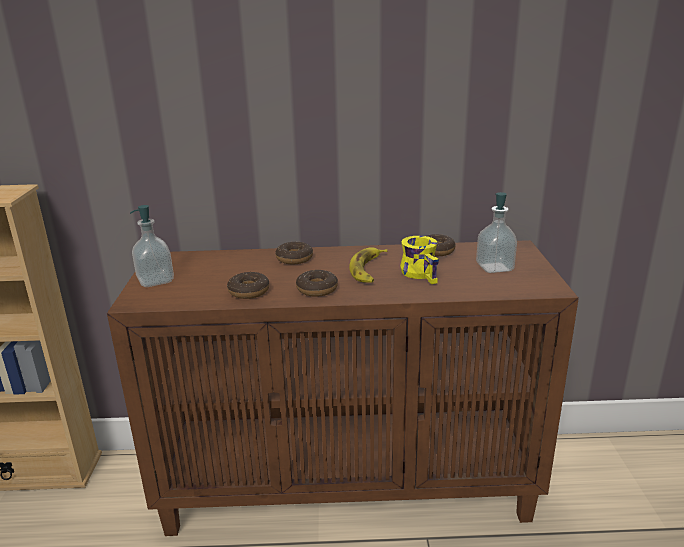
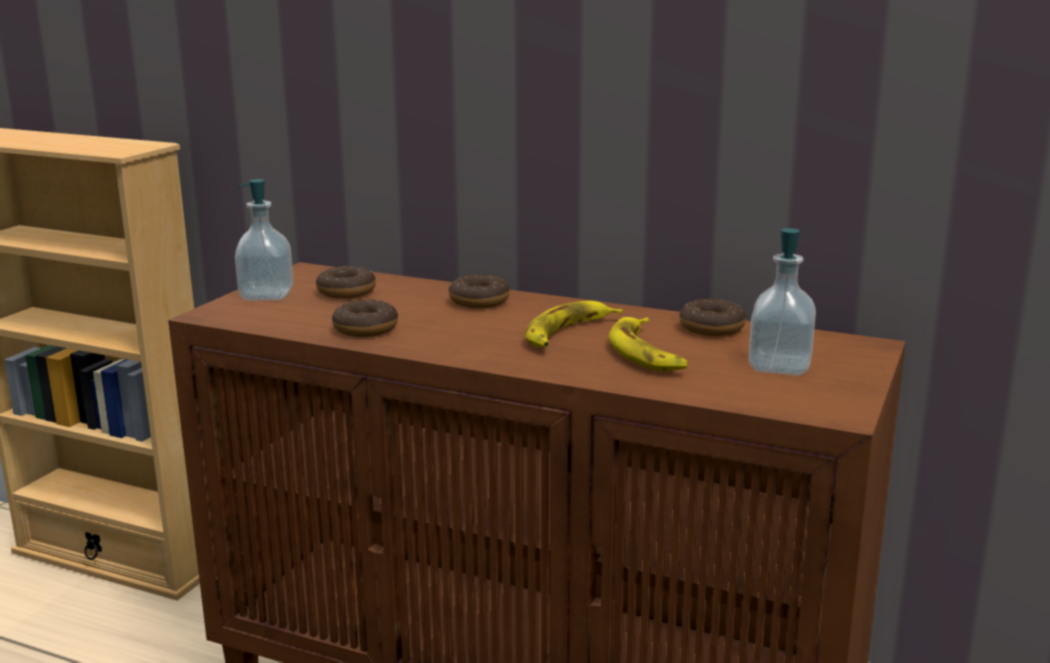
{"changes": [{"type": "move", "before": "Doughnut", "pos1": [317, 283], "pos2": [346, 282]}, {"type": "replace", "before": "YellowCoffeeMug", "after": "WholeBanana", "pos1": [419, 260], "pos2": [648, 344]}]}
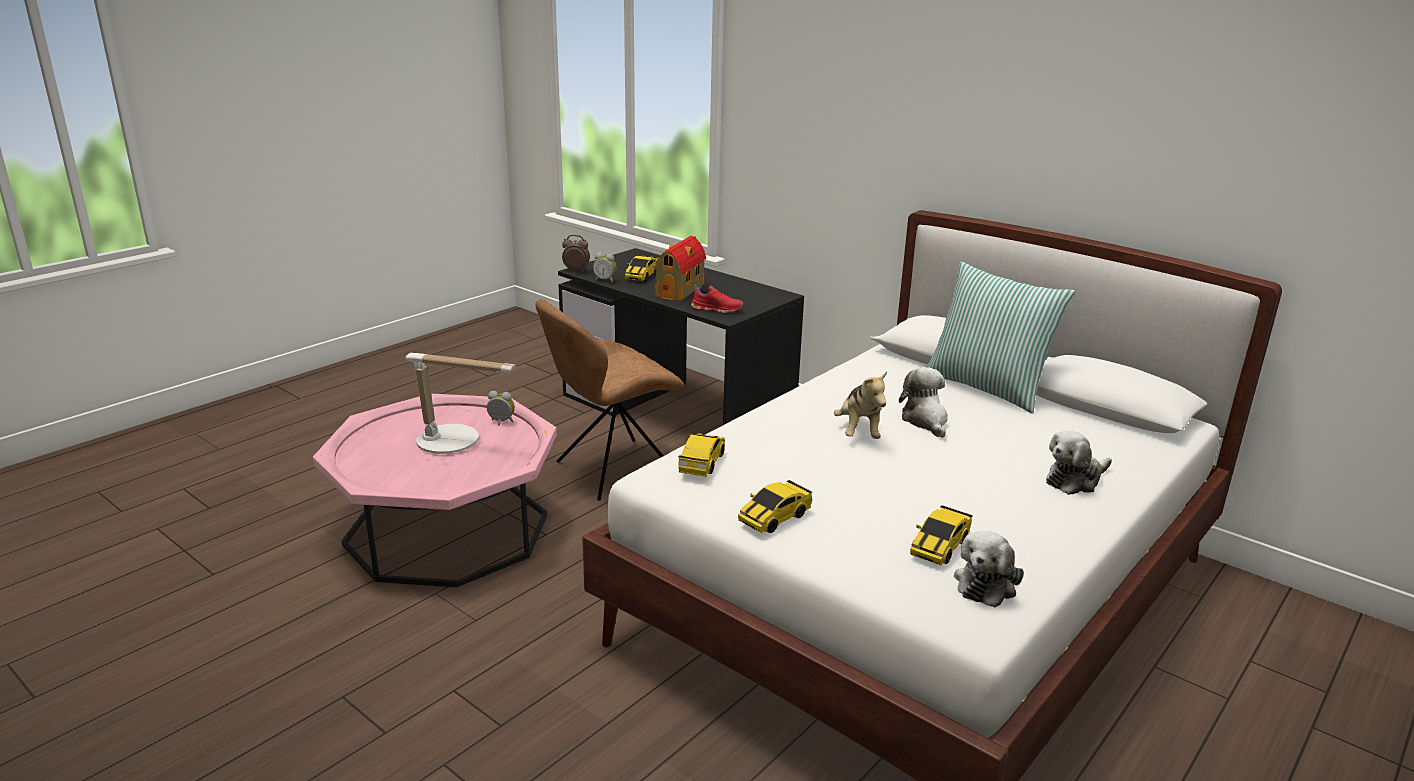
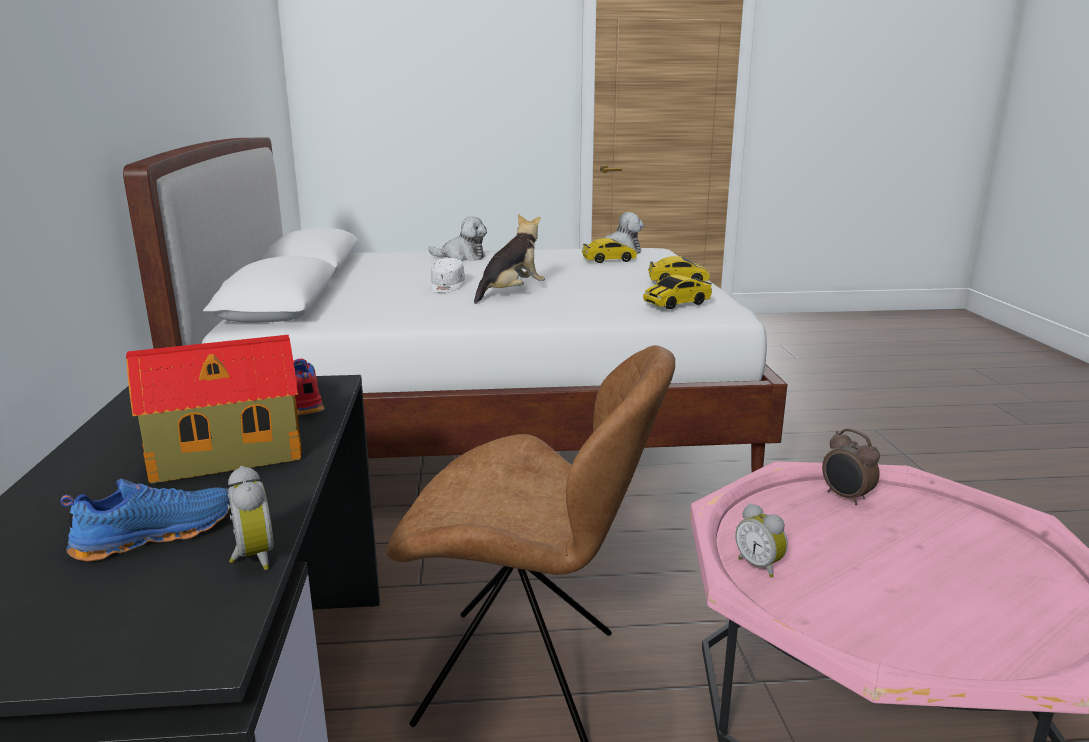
{"changes": [{"type": "replace", "before": "ToyCar", "after": "BlueColouredShoe", "pos1": [641, 268], "pos2": [145, 520]}, {"type": "replace", "before": "CuddlyToy", "after": "WhitishPeakedCap", "pos1": [923, 402], "pos2": [448, 275]}, {"type": "move", "before": "AlarmClock", "pos1": [576, 253], "pos2": [851, 466]}, {"type": "delete", "before": "LampForATable", "pos1": [461, 403]}, {"type": "delete", "before": "Cushion", "pos1": [1000, 337]}]}
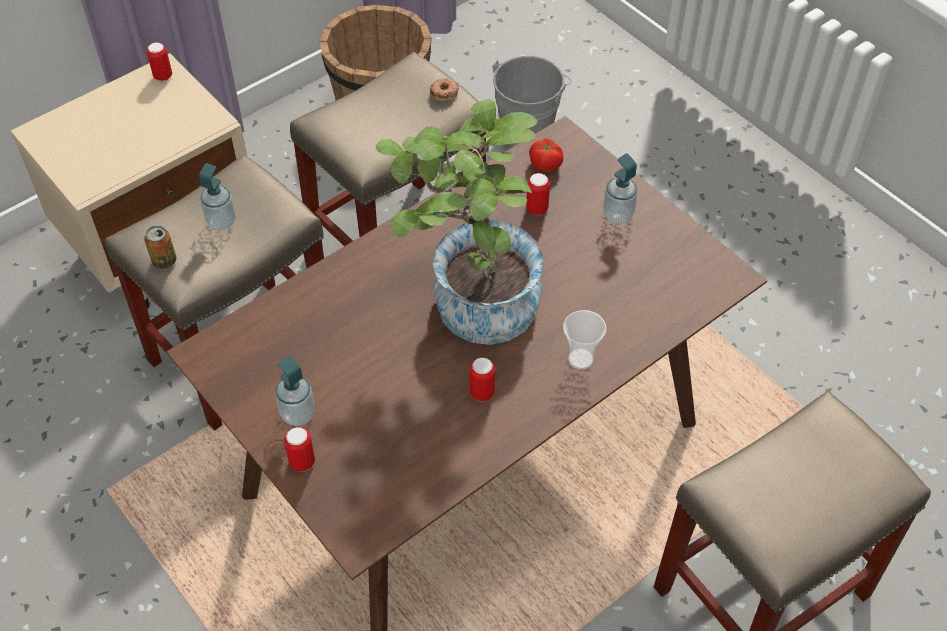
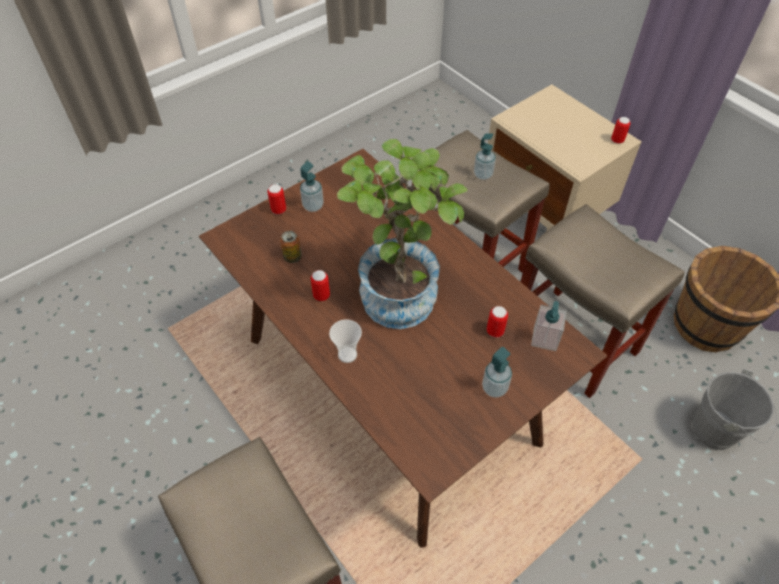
{"changes": [{"type": "move", "before": "SealedCan", "pos1": [160, 247], "pos2": [291, 247]}, {"type": "replace", "before": "FreshTomato", "after": "SoapBottle", "pos1": [546, 155], "pos2": [549, 326]}, {"type": "delete", "before": "Doughnut", "pos1": [444, 89]}]}
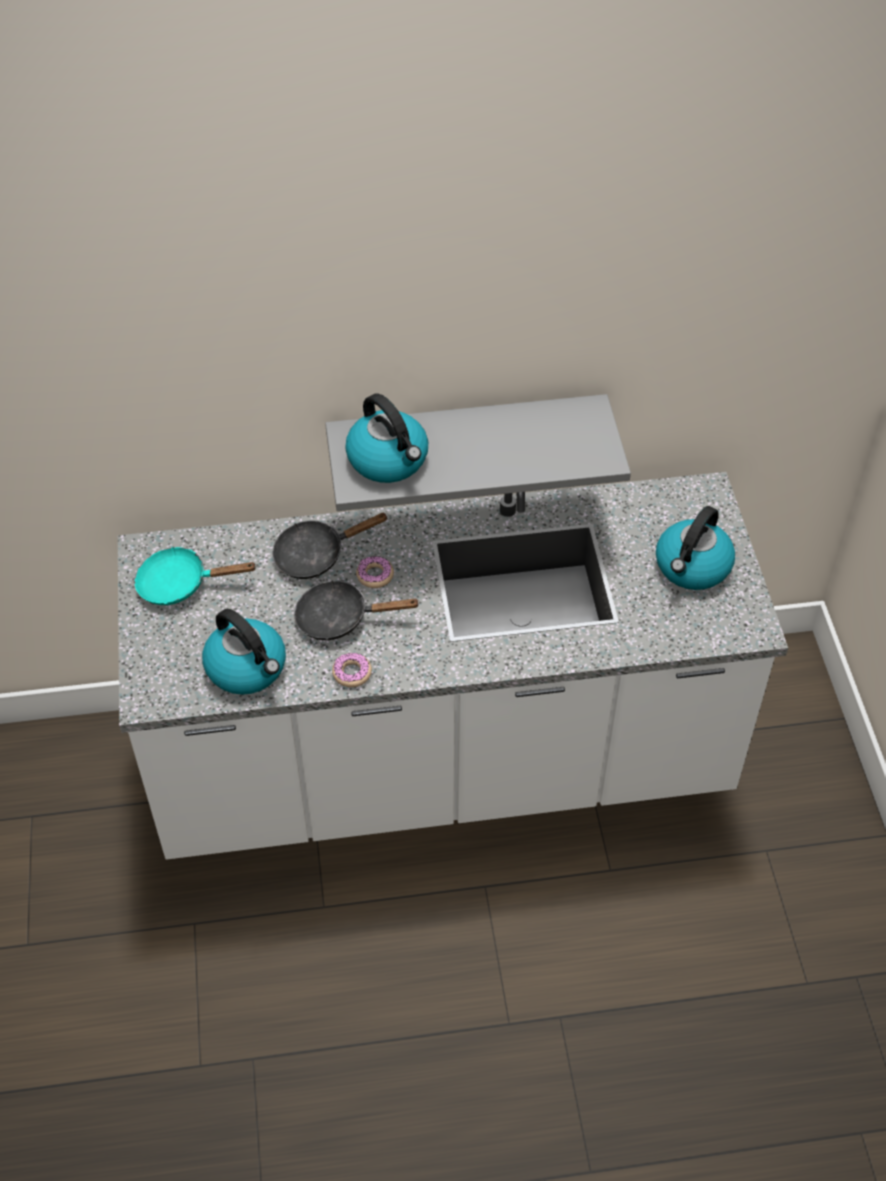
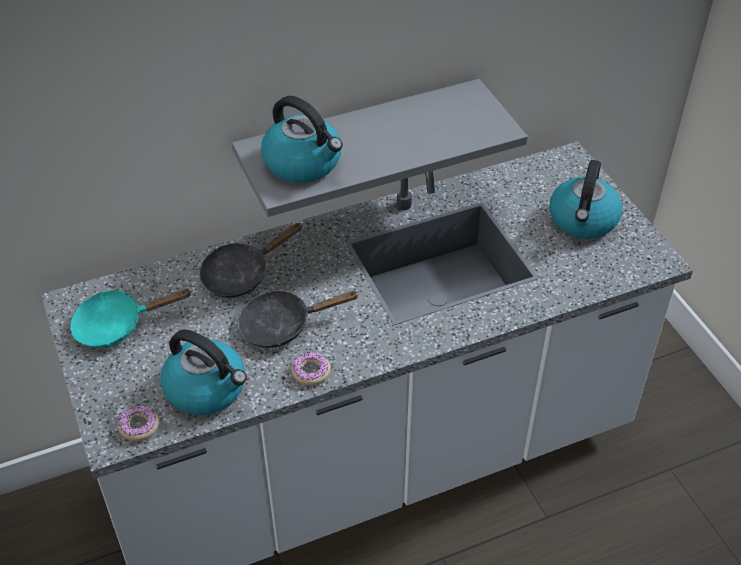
{"changes": [{"type": "move", "before": "Doughnut", "pos1": [375, 572], "pos2": [139, 423]}]}
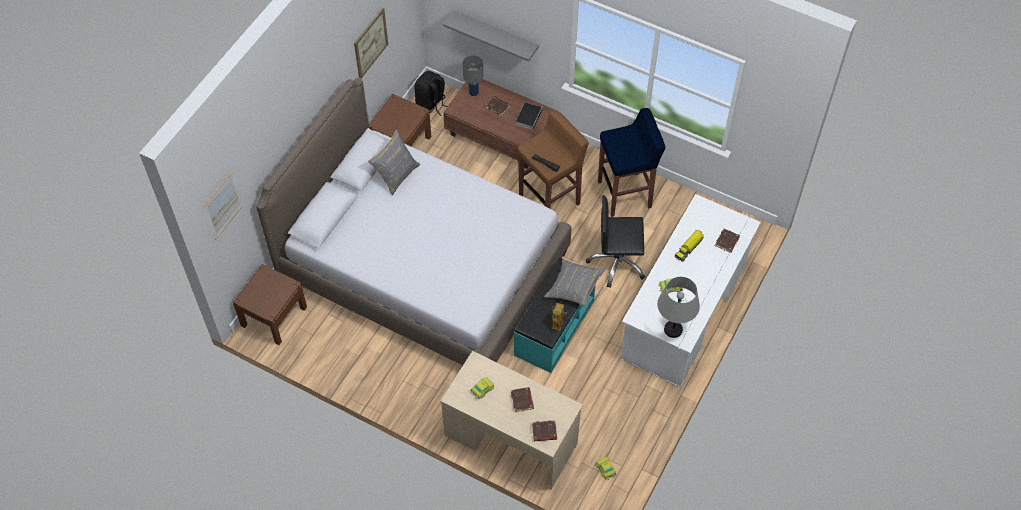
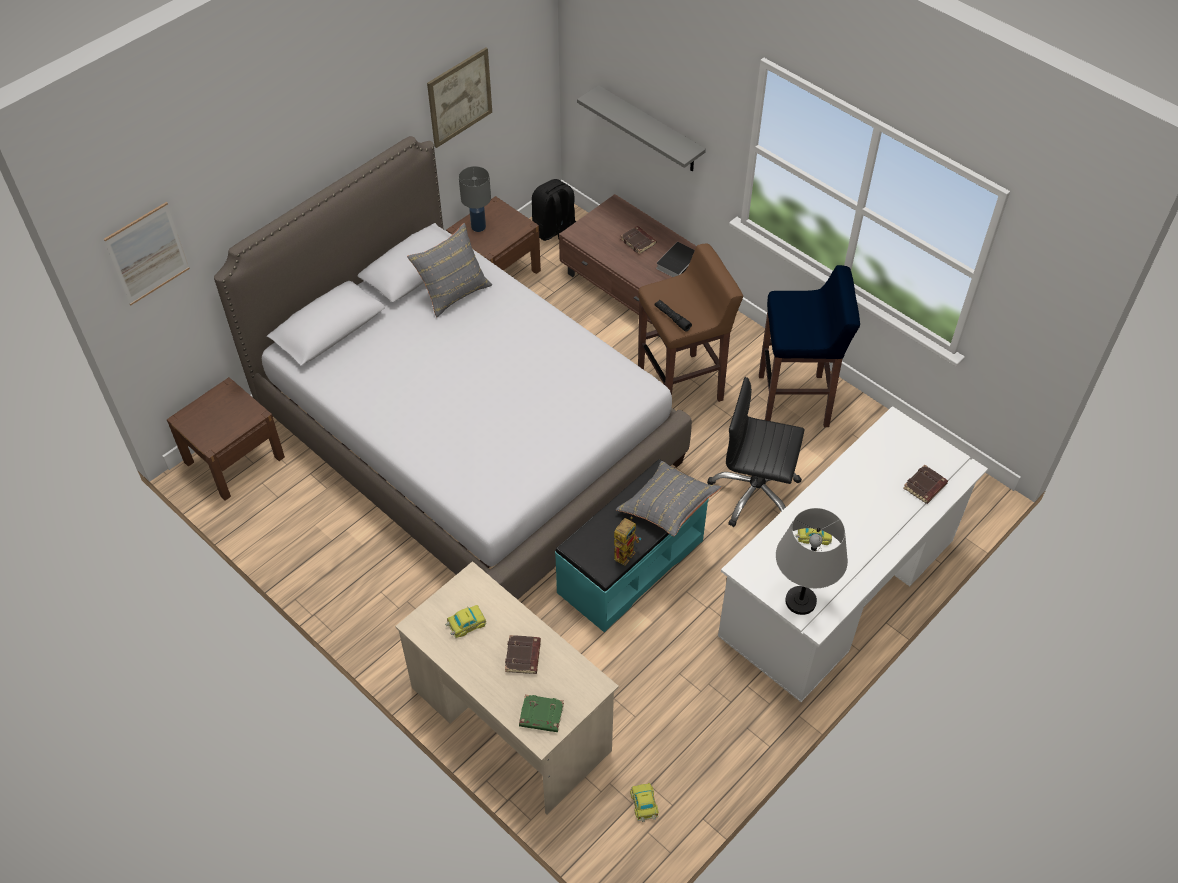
{"changes": [{"type": "move", "before": "GrayLampForATable", "pos1": [473, 75], "pos2": [475, 199]}, {"type": "recolor", "before": "BrownishVolume", "after": "GreenVolume", "pos1": [544, 430], "pos2": [541, 713]}, {"type": "delete", "before": "ToyTruck", "pos1": [689, 245]}]}
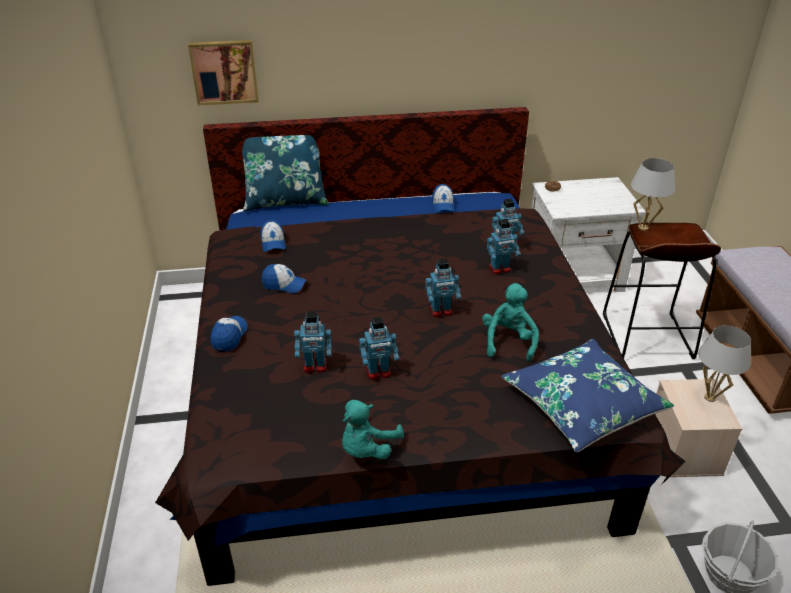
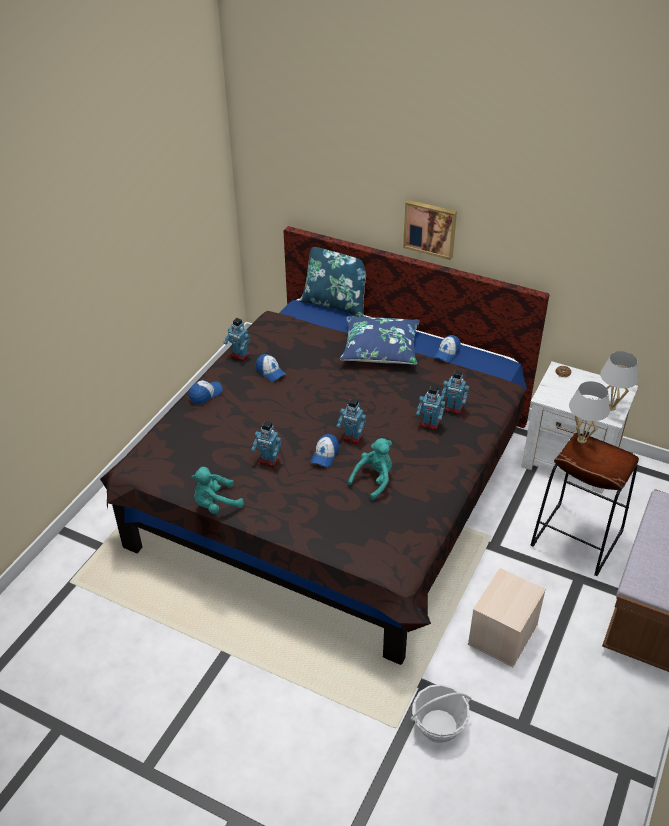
{"changes": [{"type": "move", "before": "ModelRobot", "pos1": [312, 342], "pos2": [236, 339]}, {"type": "move", "before": "PeakedCap", "pos1": [273, 236], "pos2": [325, 450]}, {"type": "move", "before": "BlueColouredCushion", "pos1": [588, 395], "pos2": [379, 340]}, {"type": "move", "before": "WallPicture", "pos1": [223, 72], "pos2": [430, 230]}, {"type": "move", "before": "WhitishLampForATable", "pos1": [724, 363], "pos2": [619, 381]}]}
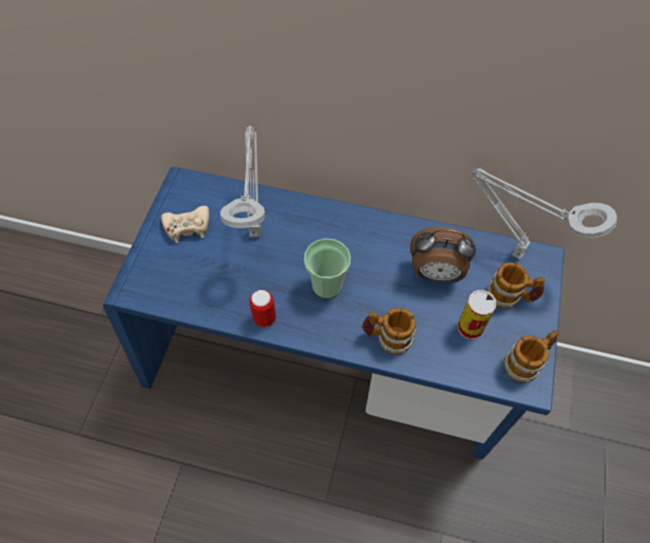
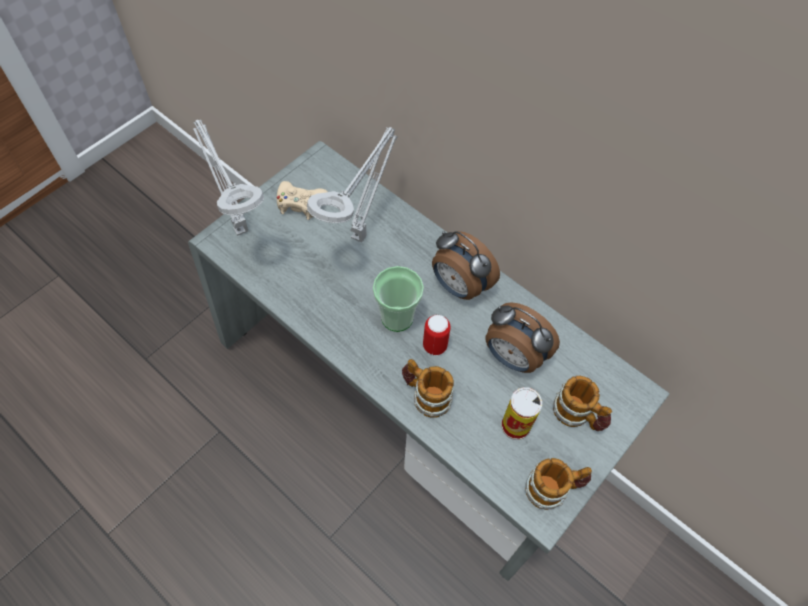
{"changes": [{"type": "recolor", "before": "BlueColouredDeskTable", "after": "GrayDeskTable", "pos1": [333, 313], "pos2": [429, 361]}, {"type": "move", "before": "GrayLampForATable", "pos1": [544, 214], "pos2": [228, 178]}, {"type": "move", "before": "SealedCan", "pos1": [262, 308], "pos2": [437, 335]}, {"type": "insert", "after": "AlarmClock", "pos2": [466, 265]}]}
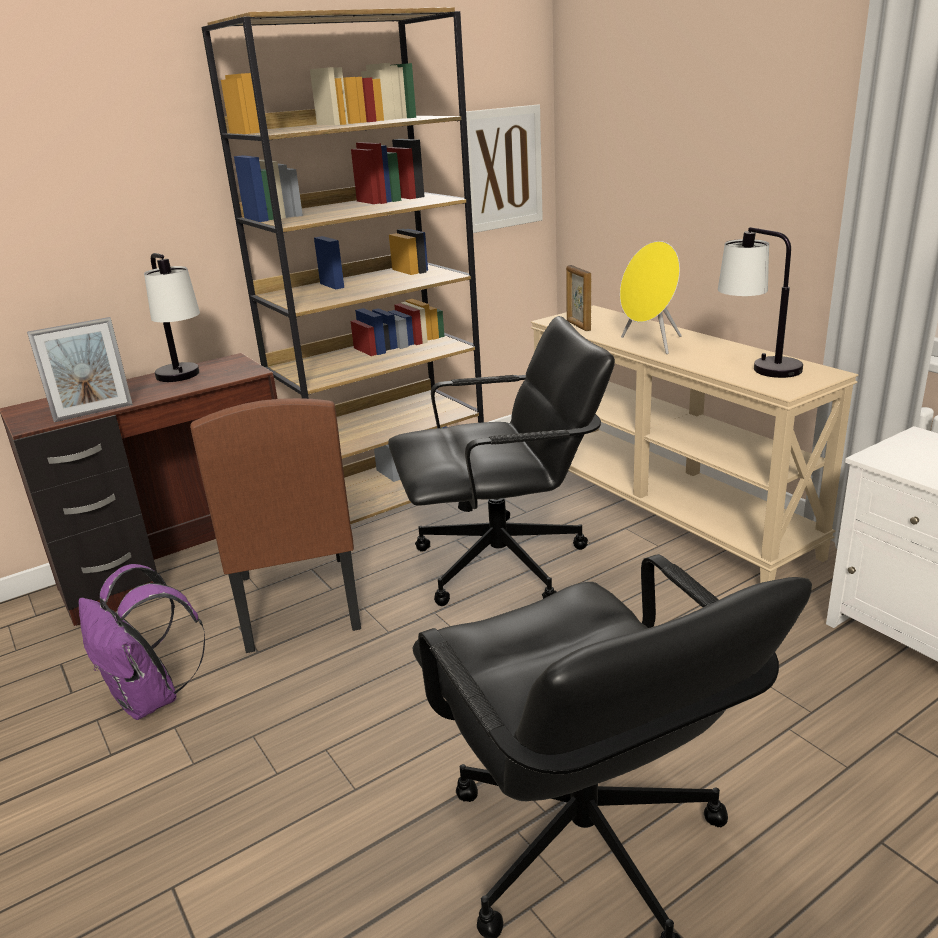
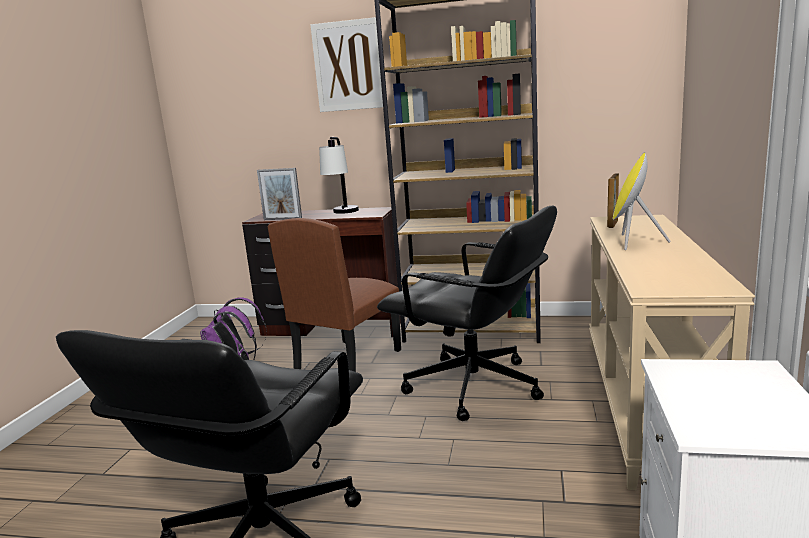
{"changes": [{"type": "move", "before": "WallPicture", "pos1": [504, 169], "pos2": [346, 64]}, {"type": "delete", "before": "LampForATable", "pos1": [760, 302]}]}
